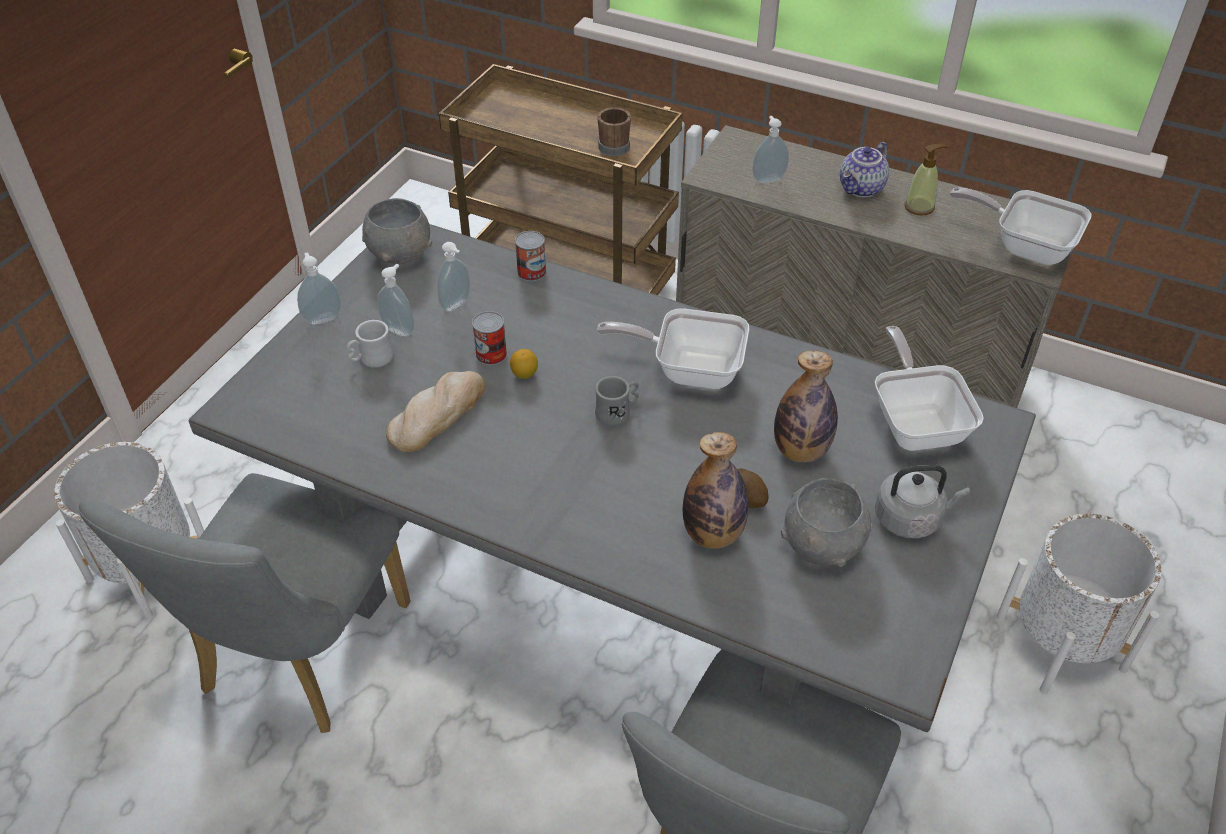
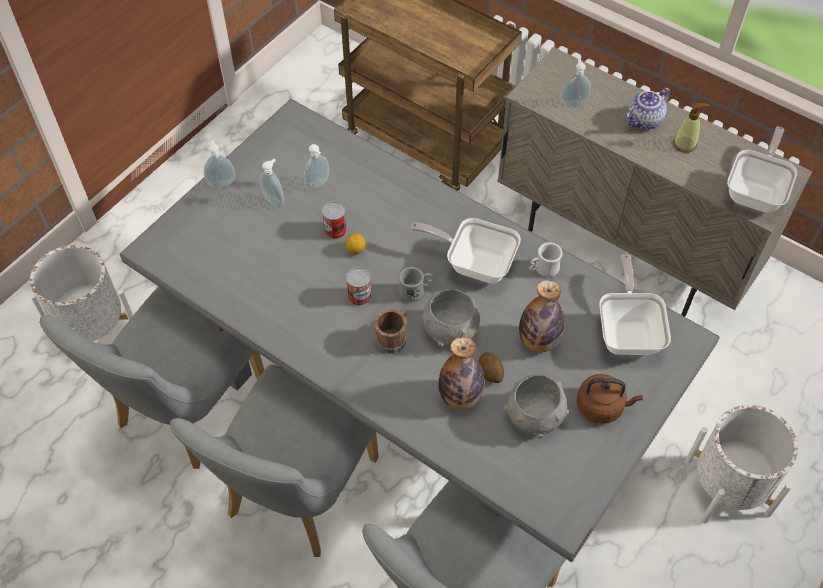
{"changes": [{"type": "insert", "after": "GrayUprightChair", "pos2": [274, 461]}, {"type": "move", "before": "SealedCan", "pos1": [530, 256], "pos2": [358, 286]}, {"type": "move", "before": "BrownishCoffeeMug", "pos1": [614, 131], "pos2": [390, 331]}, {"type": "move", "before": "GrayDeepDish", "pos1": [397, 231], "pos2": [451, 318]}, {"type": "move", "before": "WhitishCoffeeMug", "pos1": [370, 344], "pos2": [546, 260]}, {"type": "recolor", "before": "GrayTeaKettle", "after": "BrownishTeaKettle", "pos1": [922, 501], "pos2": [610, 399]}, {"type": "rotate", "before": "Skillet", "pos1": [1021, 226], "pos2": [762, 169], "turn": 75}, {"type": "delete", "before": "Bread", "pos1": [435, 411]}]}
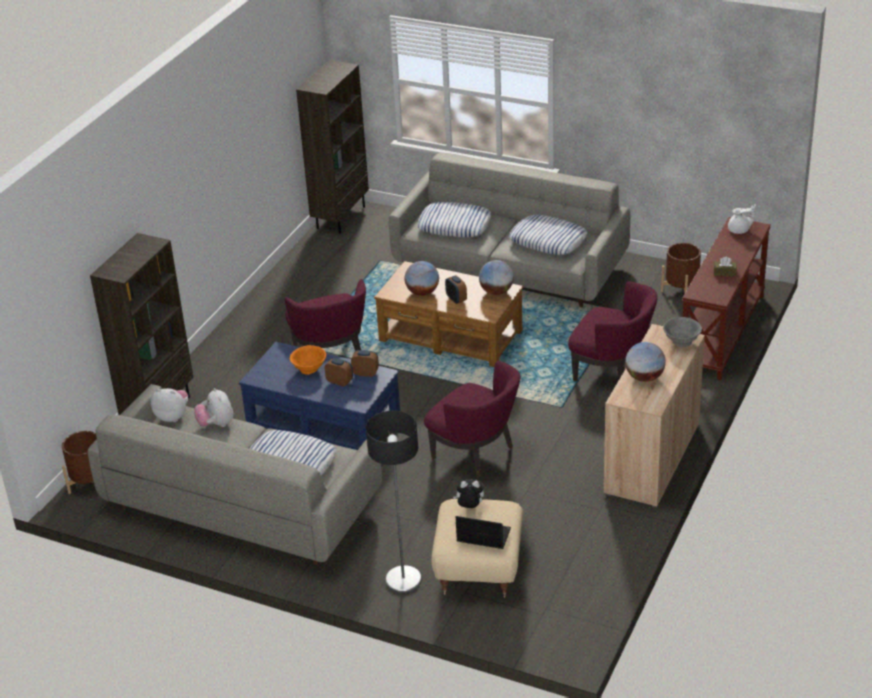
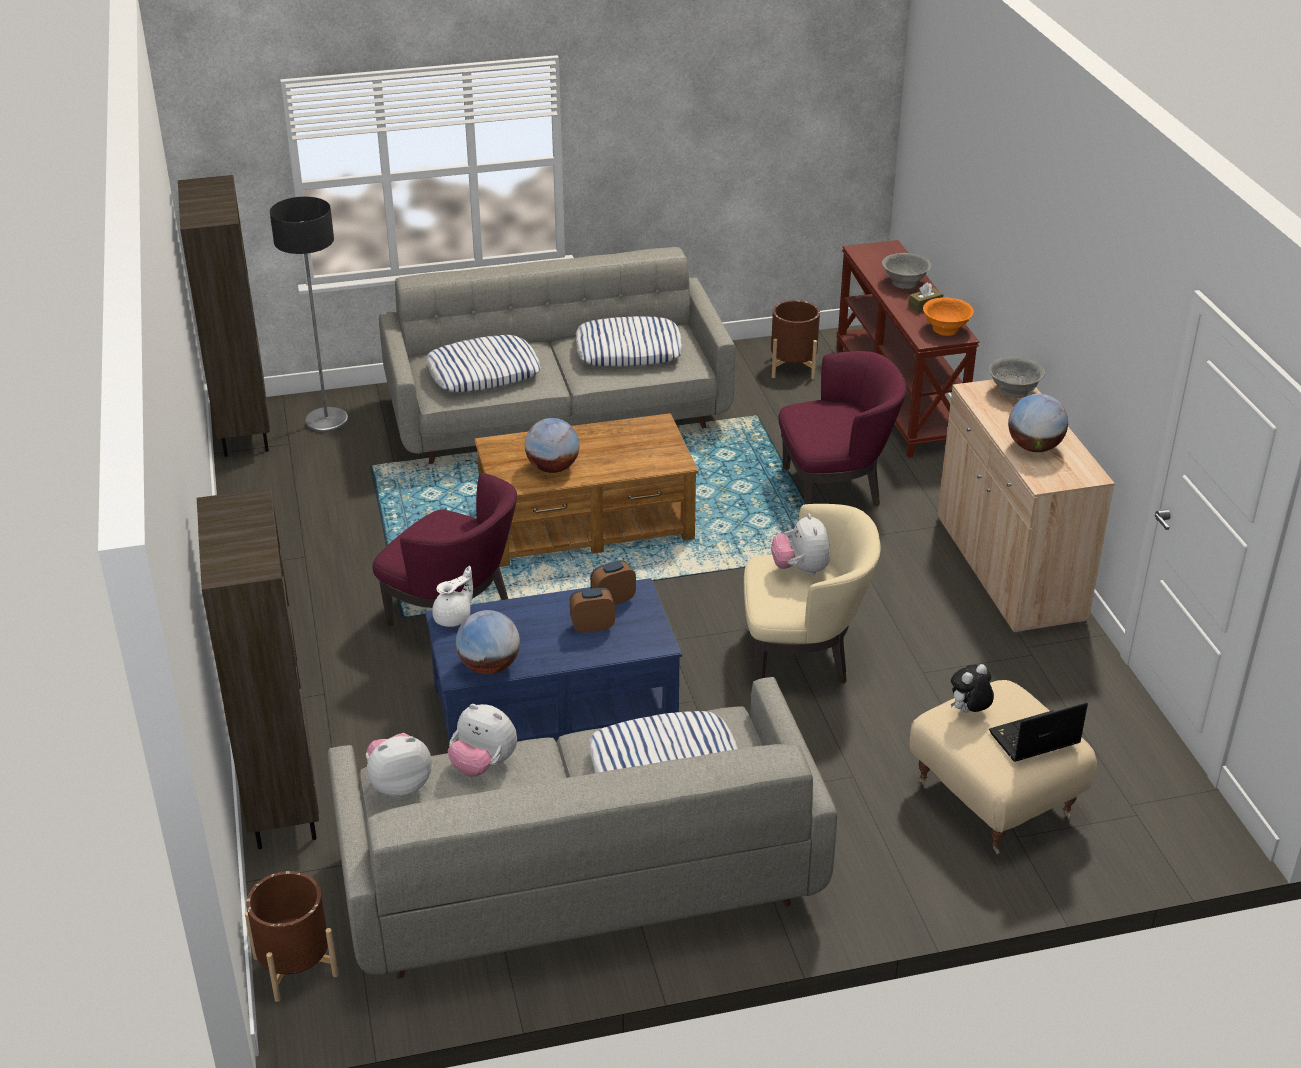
{"changes": [{"type": "move", "before": "StandingLamp", "pos1": [394, 502], "pos2": [309, 315]}, {"type": "move", "before": "WhitishPotForTea", "pos1": [742, 219], "pos2": [452, 596]}, {"type": "move", "before": "WorldGlobe", "pos1": [496, 277], "pos2": [488, 642]}, {"type": "recolor", "before": "PurplishArmchair", "after": "SandColouredArmchair", "pos1": [472, 419], "pos2": [812, 594]}, {"type": "insert", "after": "CuddlyToy", "pos2": [800, 544]}, {"type": "insert", "after": "GrayDeepDish", "pos2": [906, 271]}, {"type": "move", "before": "OrangeDeepDish", "pos1": [308, 360], "pos2": [948, 316]}, {"type": "delete", "before": "AlarmClock", "pos1": [456, 289]}]}
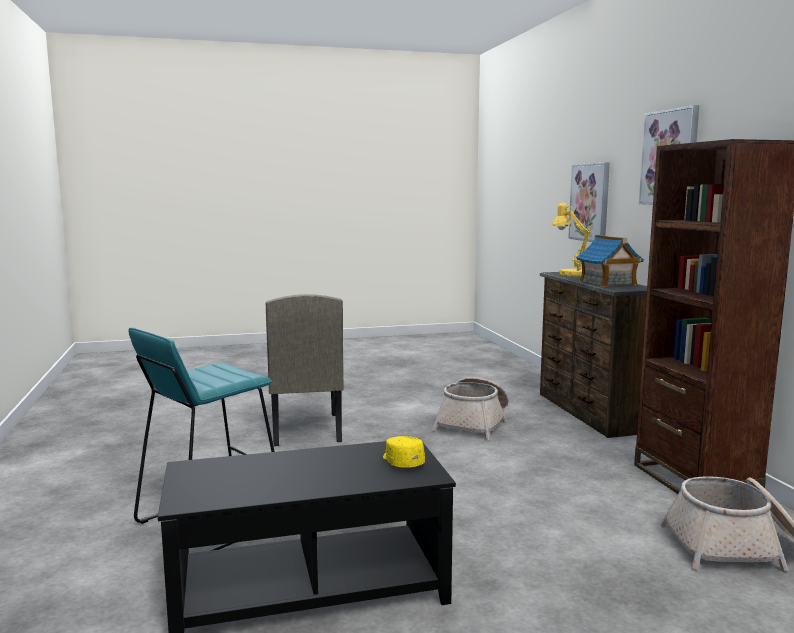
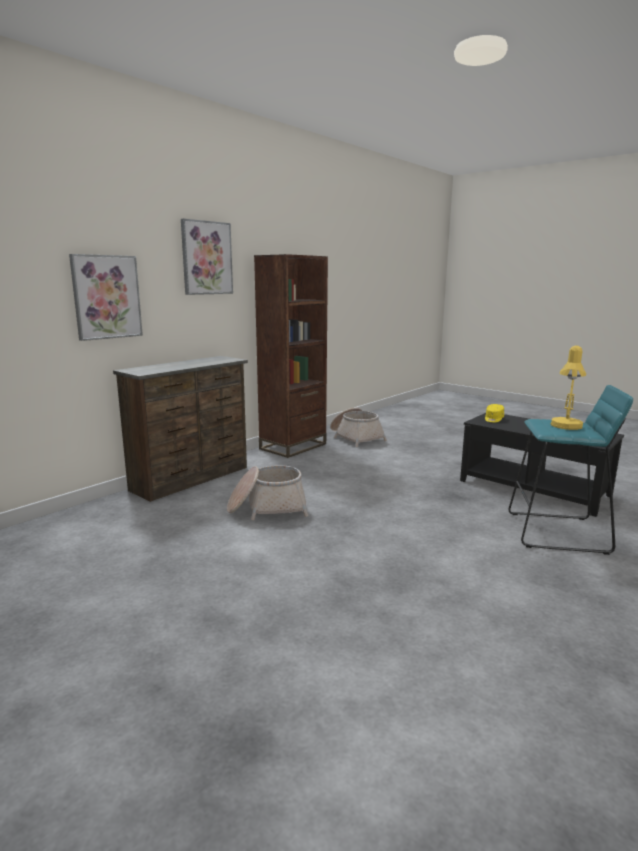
{"changes": [{"type": "move", "before": "YellowLampForATable", "pos1": [571, 239], "pos2": [568, 388]}, {"type": "delete", "before": "SandColouredUprightChair", "pos1": [305, 370]}, {"type": "delete", "before": "ToyHouse", "pos1": [610, 261]}]}
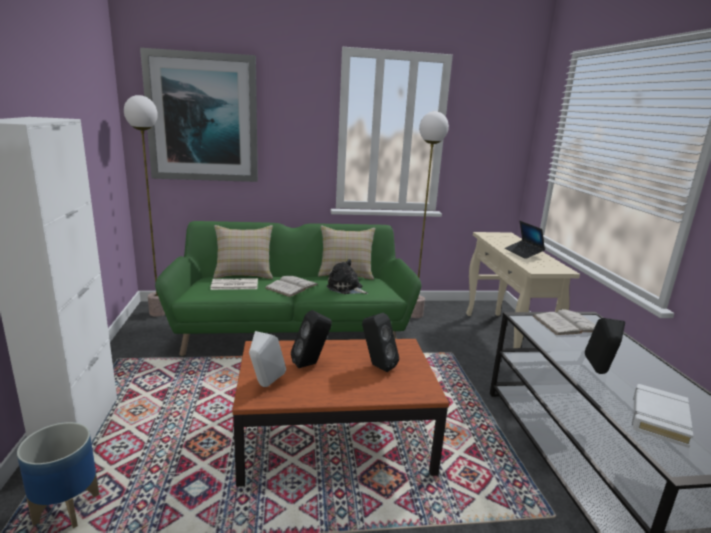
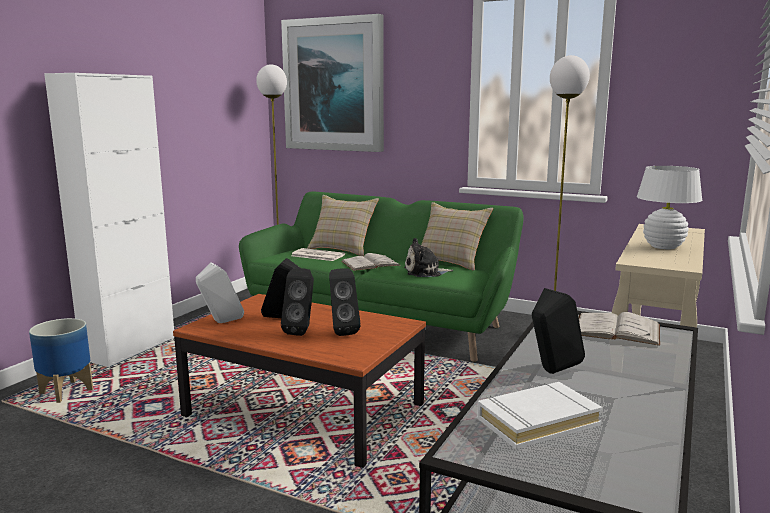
{"changes": [{"type": "insert", "after": "BlackColouredLoudspeaker", "pos2": [297, 302]}, {"type": "rotate", "before": "CuddlyToy", "pos1": [347, 276], "pos2": [428, 257], "turn": -75}, {"type": "replace", "before": "PortableComputer", "after": "WhitishLampForATable", "pos1": [525, 240], "pos2": [669, 207]}]}
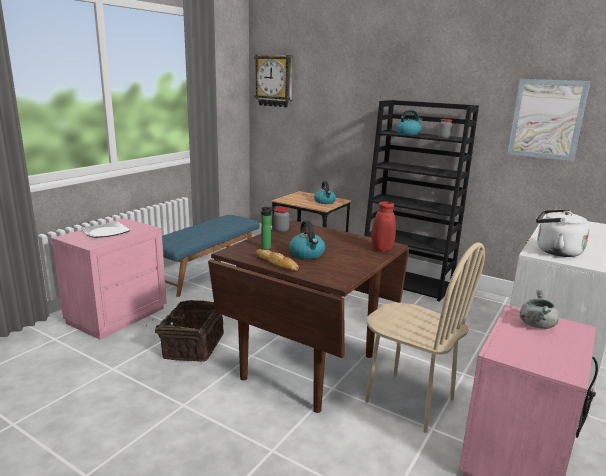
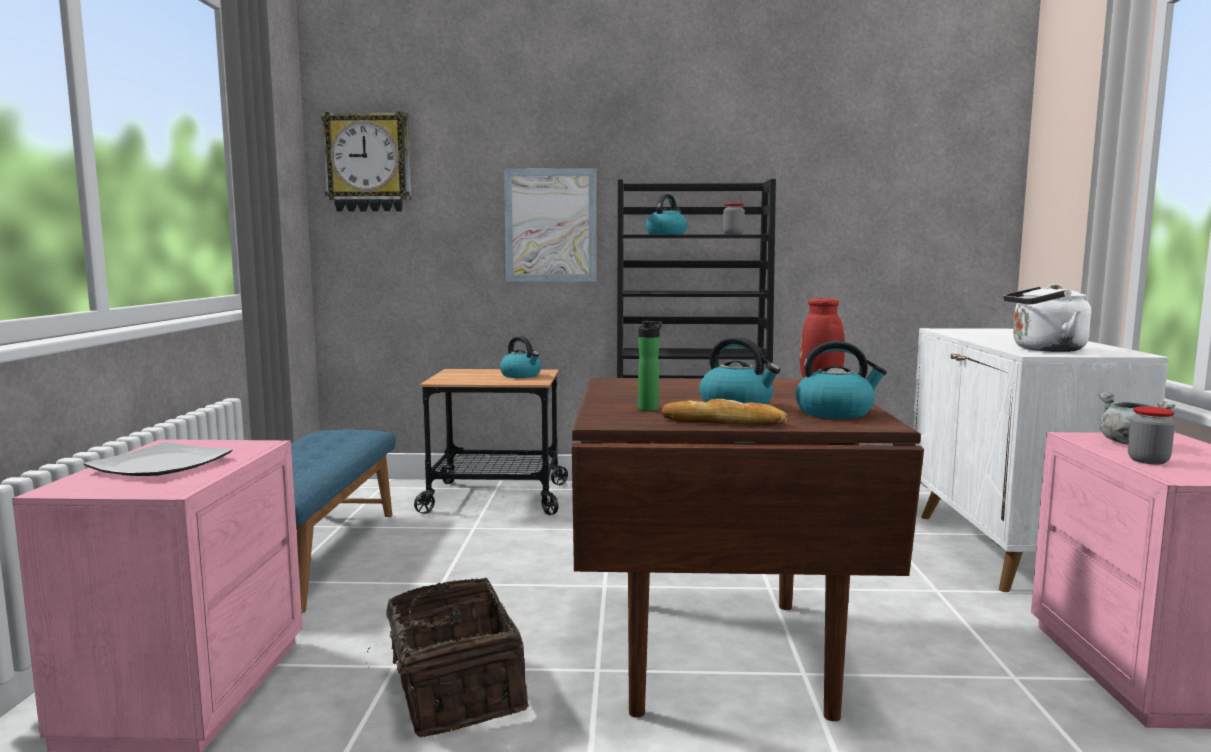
{"changes": [{"type": "move", "before": "WallPicture", "pos1": [549, 120], "pos2": [550, 224]}, {"type": "insert", "after": "TeaKettle", "pos2": [841, 380]}, {"type": "move", "before": "StorageJar", "pos1": [281, 219], "pos2": [1151, 435]}, {"type": "delete", "before": "SandColouredUprightChair", "pos1": [425, 337]}]}
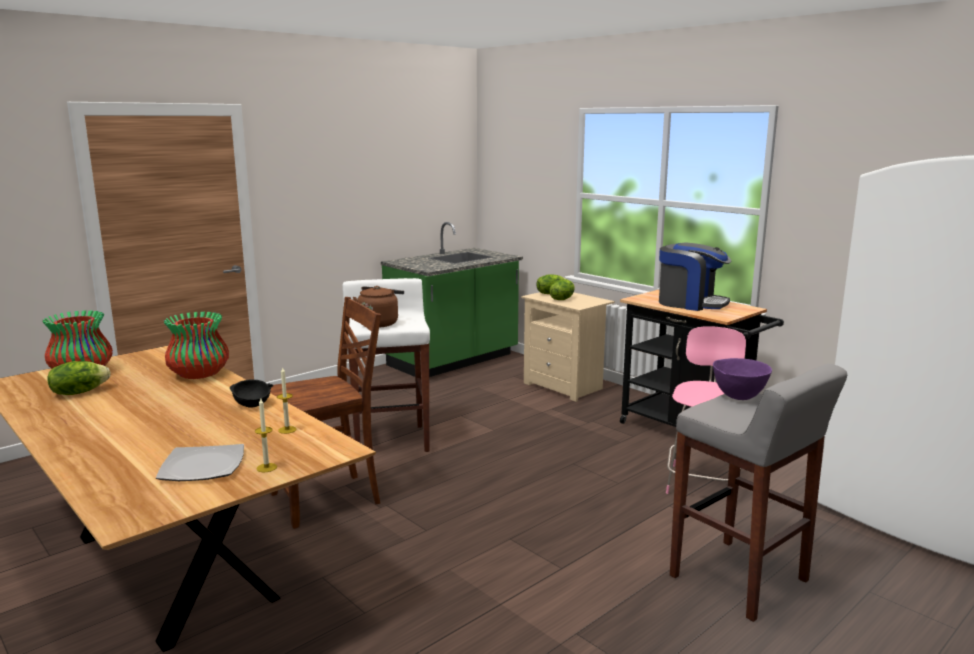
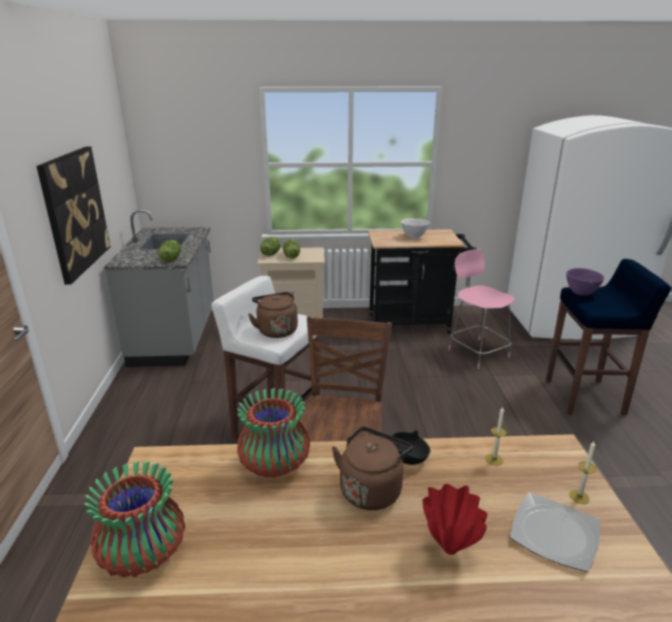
{"changes": [{"type": "insert", "after": "WallPicture", "pos2": [73, 216]}, {"type": "recolor", "before": "GreenKitchenCounter", "after": "GrayKitchenCounter", "pos1": [452, 299], "pos2": [159, 288]}, {"type": "move", "before": "Lettuce", "pos1": [78, 378], "pos2": [169, 251]}, {"type": "insert", "after": "BrownishTeaKettle", "pos2": [372, 468]}, {"type": "replace", "before": "CoffeeMachine", "after": "WhitishDeepDish", "pos1": [695, 276], "pos2": [415, 228]}, {"type": "insert", "after": "RedDecorativeVase", "pos2": [455, 519]}, {"type": "recolor", "before": "GraySittingStool", "after": "BlueColouredSittingStool", "pos1": [758, 493], "pos2": [608, 337]}]}
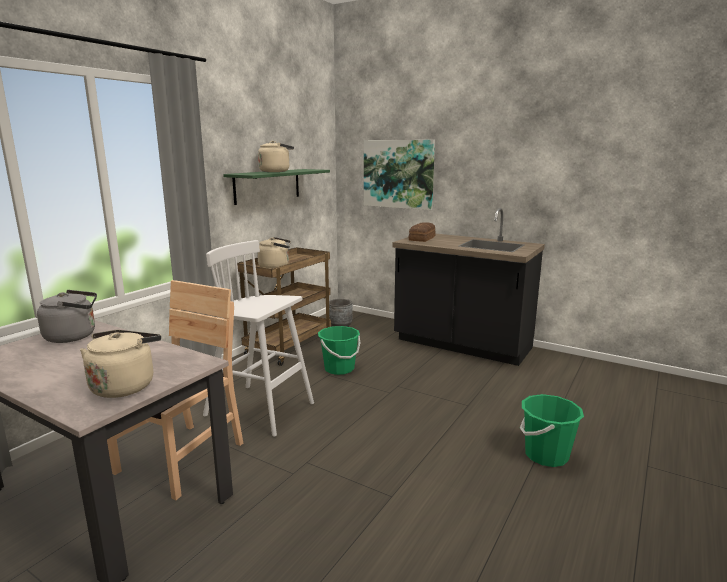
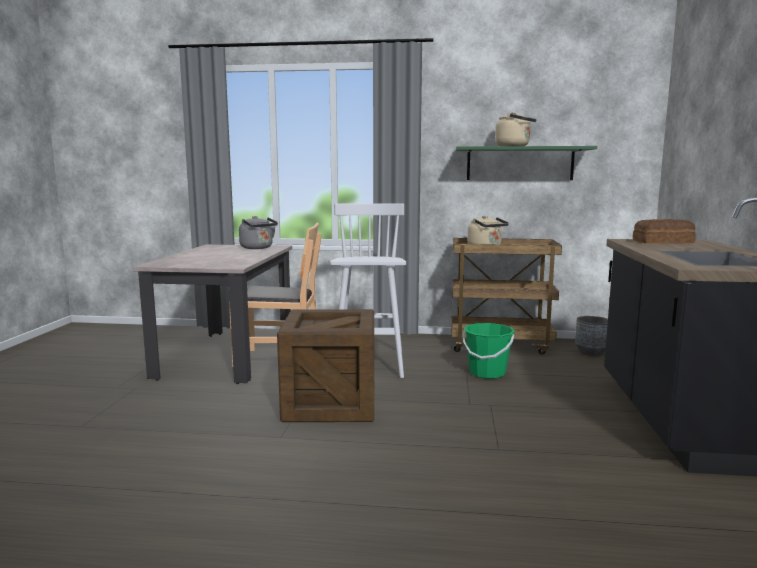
{"changes": [{"type": "insert", "after": "ShippingCrate", "pos2": [325, 365]}, {"type": "delete", "before": "SandColouredTeaKettle", "pos1": [120, 364]}, {"type": "delete", "before": "WallPicture", "pos1": [399, 175]}, {"type": "delete", "before": "GreenPail", "pos1": [552, 430]}]}
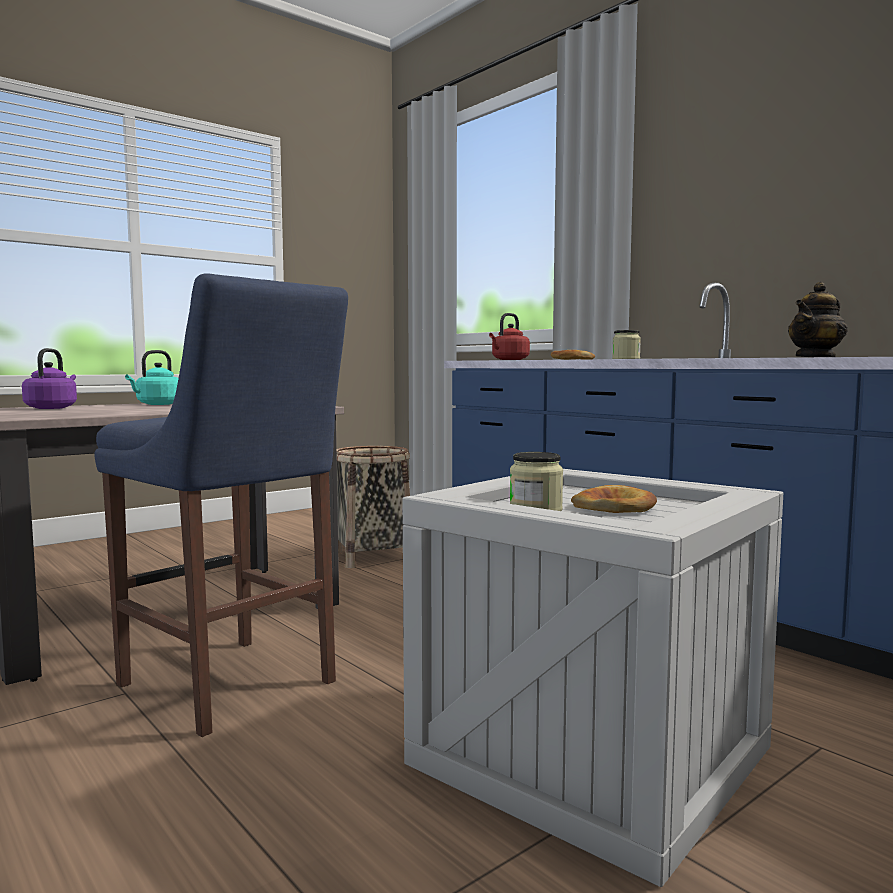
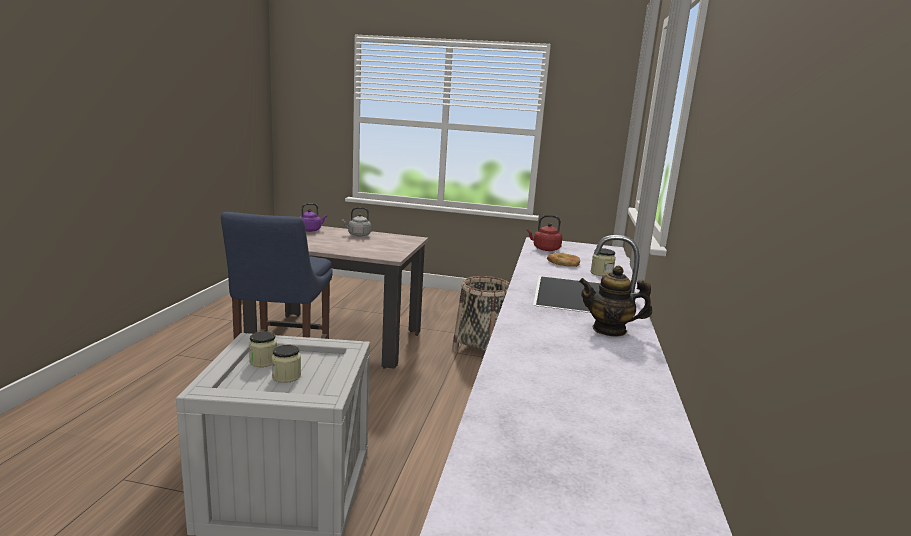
{"changes": [{"type": "replace", "before": "Bread", "after": "StorageJar", "pos1": [614, 499], "pos2": [286, 364]}, {"type": "recolor", "before": "BlueGreenTeaKettle", "after": "GrayTeaKettle", "pos1": [151, 377], "pos2": [356, 222]}]}
